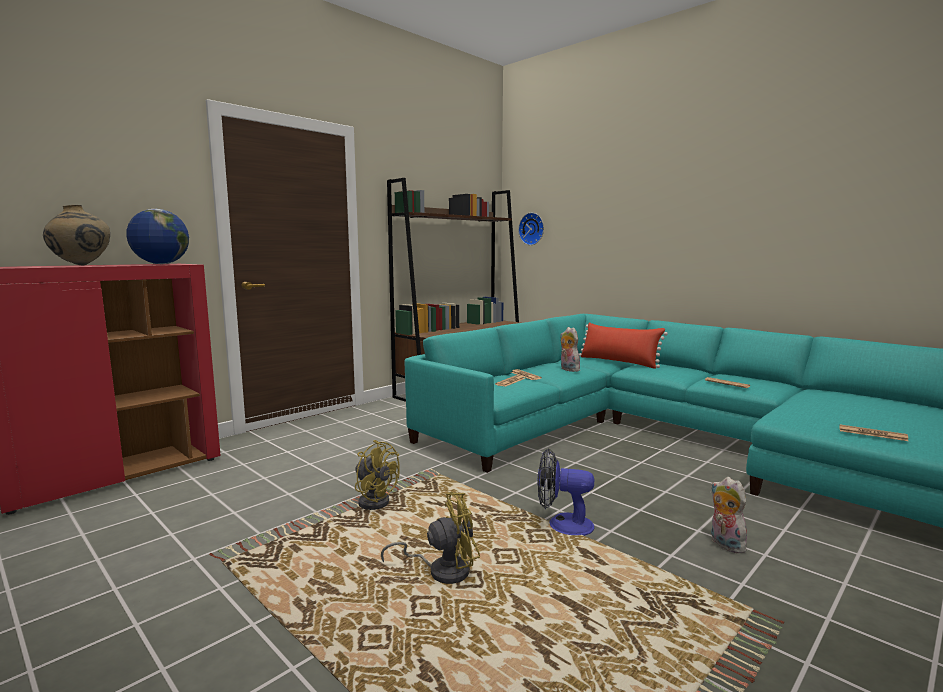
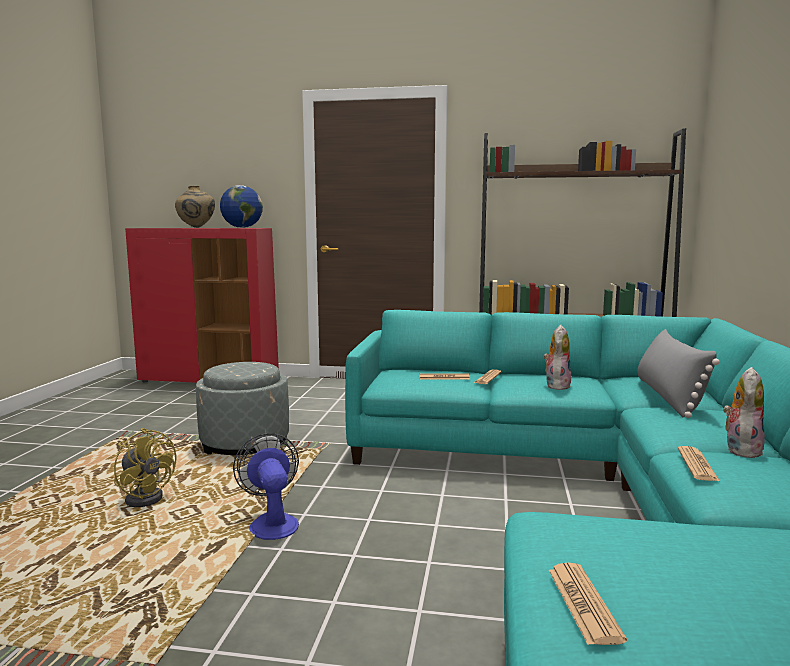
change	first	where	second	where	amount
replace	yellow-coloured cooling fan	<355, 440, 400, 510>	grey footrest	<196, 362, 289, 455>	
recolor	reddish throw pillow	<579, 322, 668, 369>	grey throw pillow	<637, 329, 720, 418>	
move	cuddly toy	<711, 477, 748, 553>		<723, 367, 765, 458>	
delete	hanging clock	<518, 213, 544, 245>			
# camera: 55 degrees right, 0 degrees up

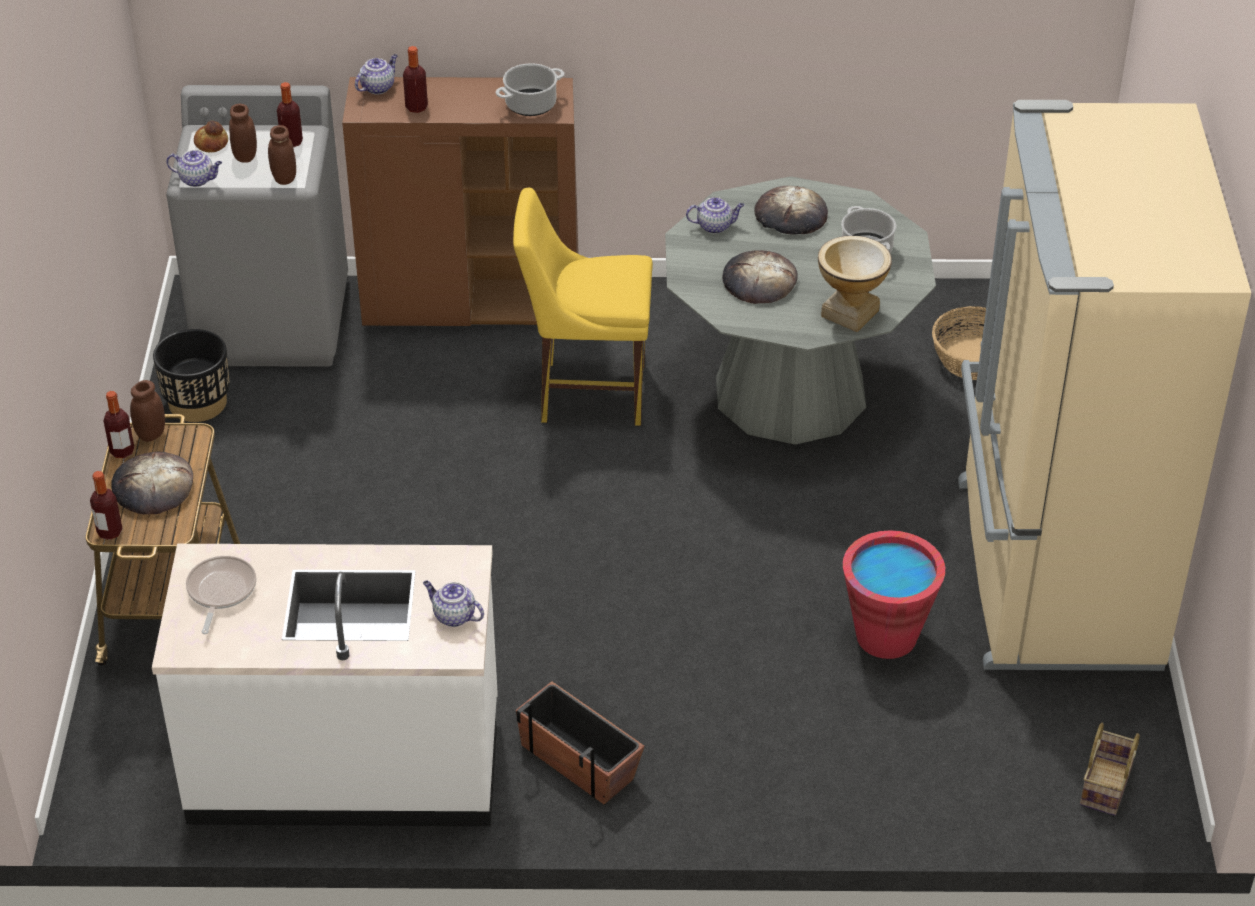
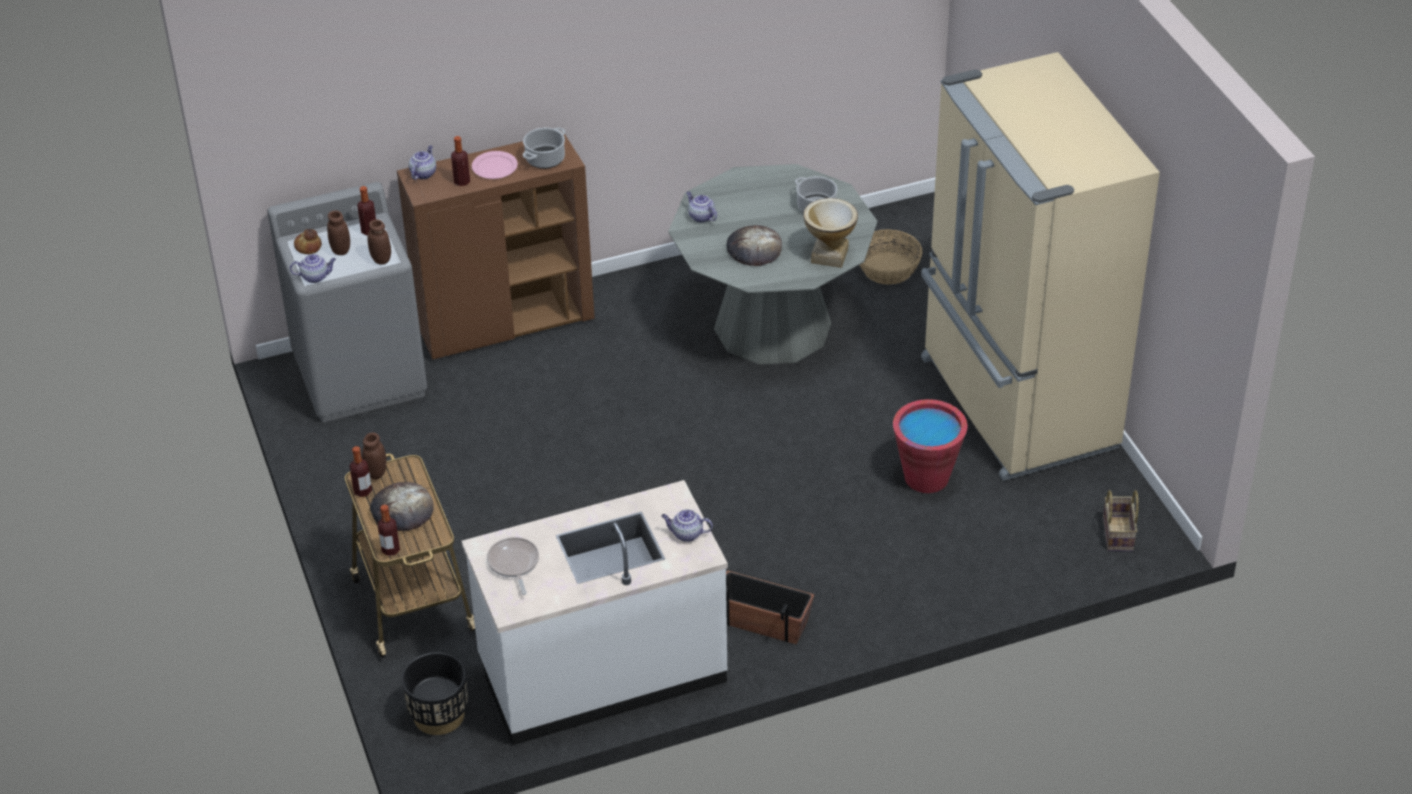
change	first	where	second	where	amount
move	blackish planter	<153, 329, 230, 422>		<401, 652, 468, 735>	
insert			pink-coloured dinner plate	<472, 151, 518, 179>	
rotate	pot for tea	<686, 197, 744, 234>		<686, 192, 717, 223>	105 degrees counterclockwise
delete	yellow-coloured plain chair	<513, 188, 653, 426>			
delete	baked bread	<754, 186, 828, 235>			
# camera: 20 degrees left, 0 degrees up

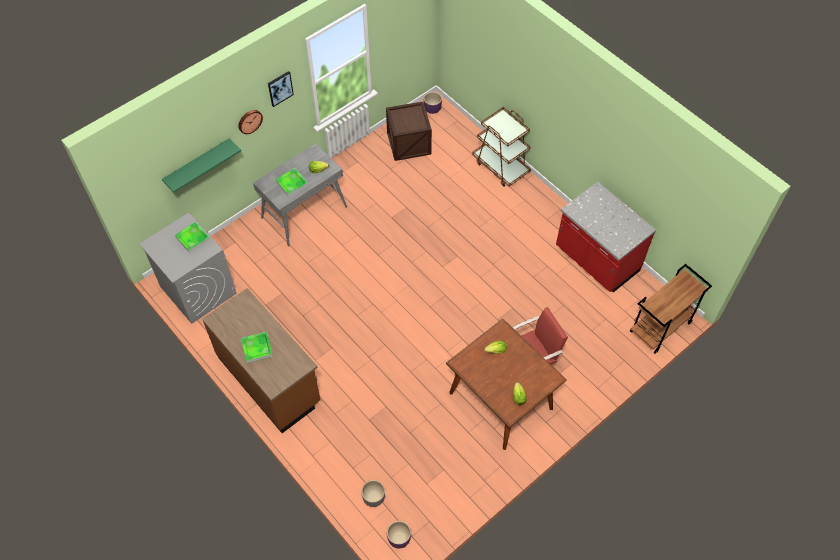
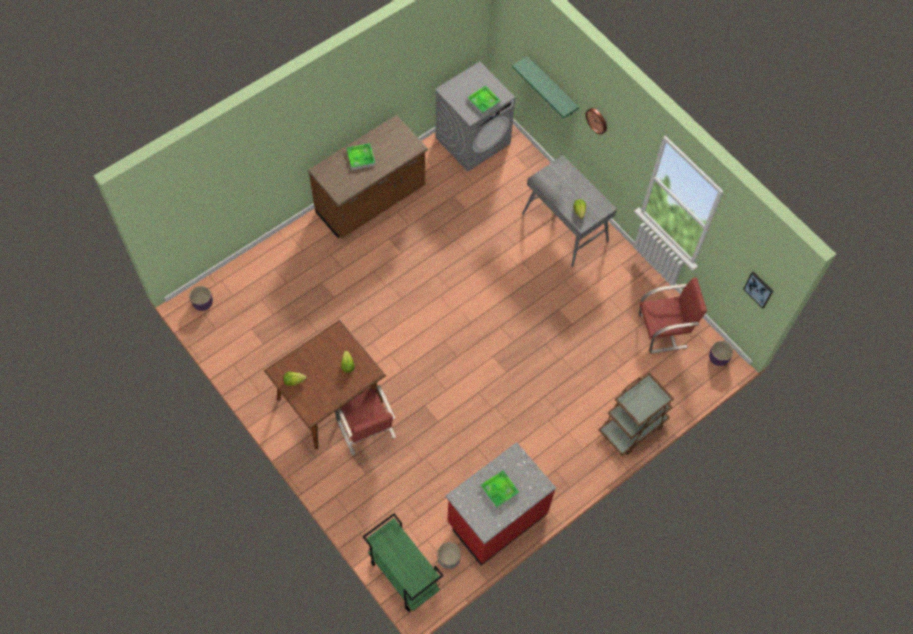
change	first	where	second	where	amount
recolor	brownish cart	<630, 264, 712, 354>	greenish cart	<362, 513, 444, 612>	
move	grey planter	<361, 480, 385, 507>		<437, 542, 461, 569>	
move	carrying tray	<276, 168, 308, 197>		<480, 471, 519, 509>	
replace	crate	<386, 102, 432, 161>	reddish plain chair	<639, 278, 707, 354>	
move	picture	<268, 71, 294, 107>		<743, 271, 773, 309>	
# camera: 90 degrees right, 5 degrees up

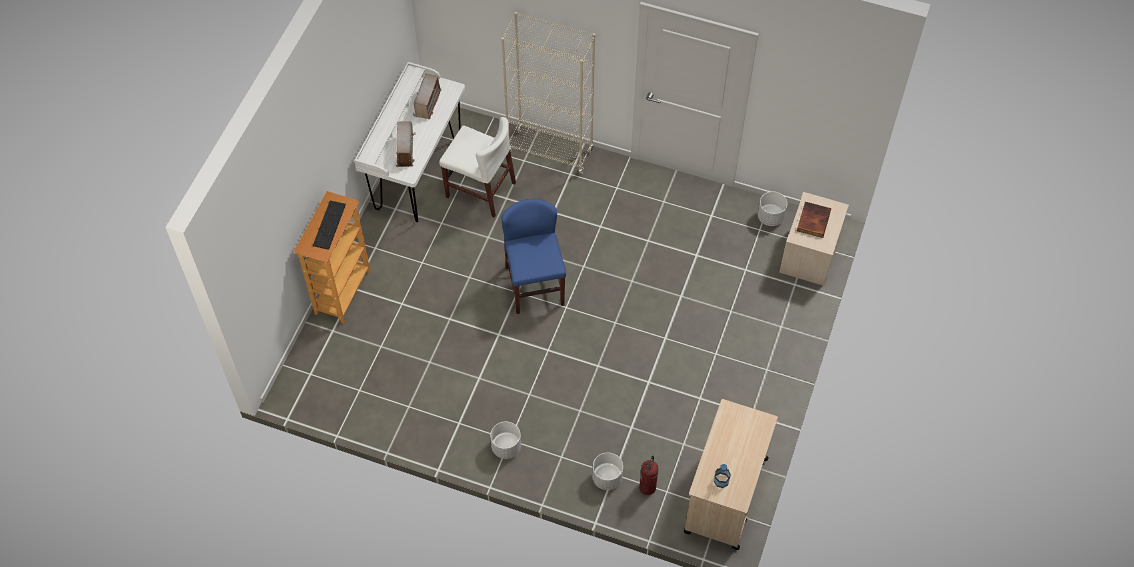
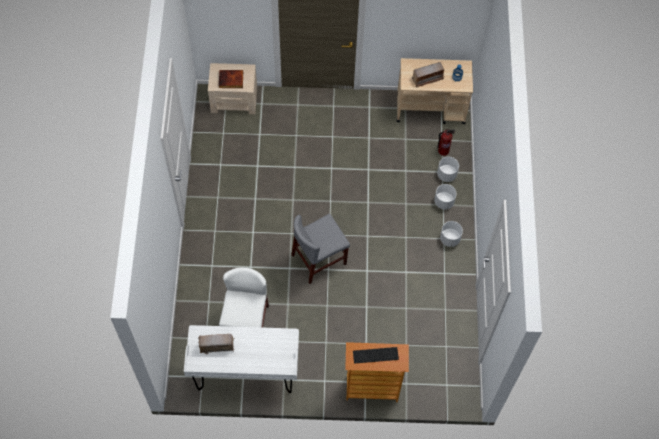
change	first	where	second	where	amount
recolor	blue-coloured plain chair	<502, 199, 566, 314>	grey plain chair	<291, 214, 350, 284>	
move	radio set	<396, 121, 416, 168>		<412, 62, 444, 87>	
move	white planter	<758, 192, 787, 226>		<434, 184, 456, 210>	
delete	sand-coloured bookshelf	<501, 12, 595, 174>			
# camera: 110 degrees left, 5 degrees up

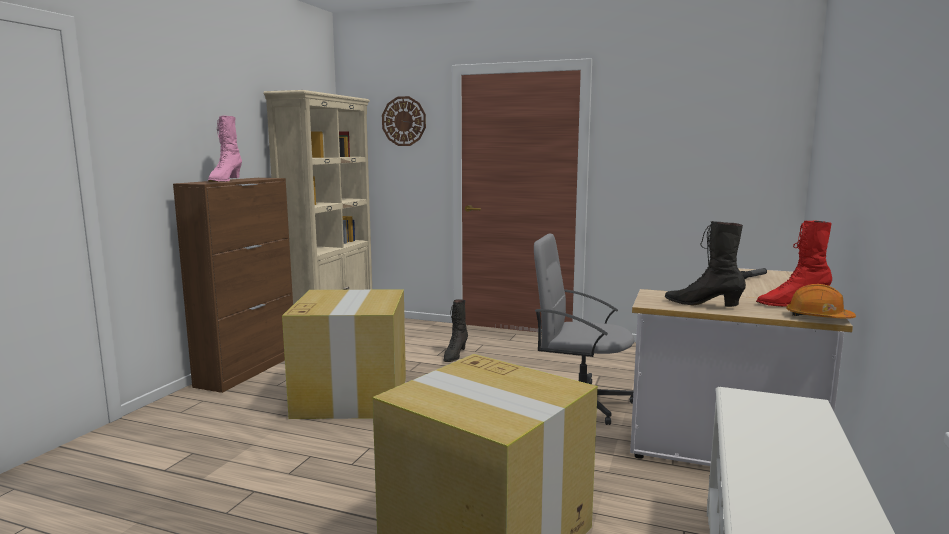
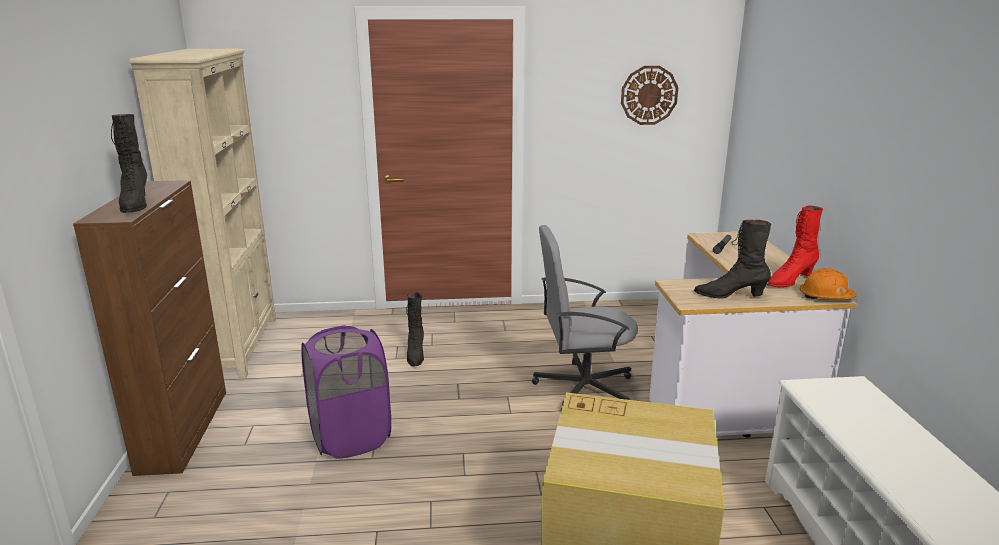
change	first	where	second	where	amount
recolor	pink-coloured high-top boot	<208, 115, 242, 182>	blackish high-top boot	<111, 114, 147, 213>	
replace	carton	<282, 289, 406, 419>	purple washing basket	<301, 325, 391, 459>	
move	hanging clock	<382, 96, 426, 146>		<621, 66, 679, 125>	
# camera: 25 degrees left, 10 degrees up

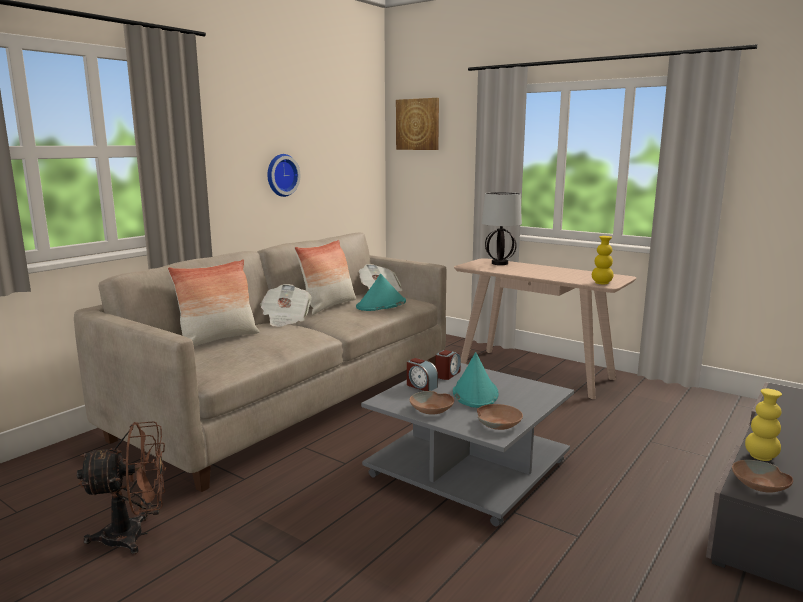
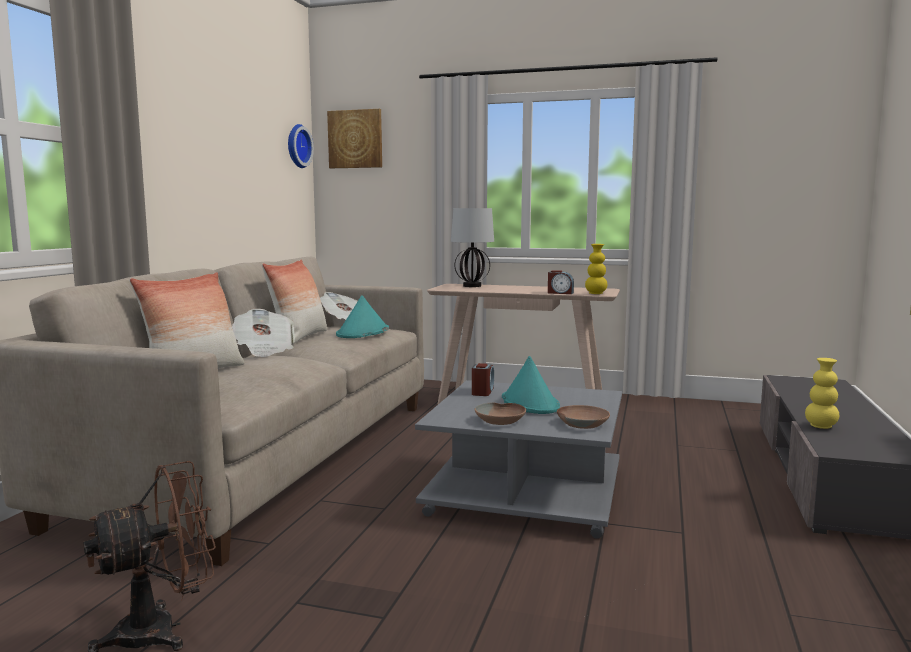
change	first	where	second	where	amount
move	hanging clock	<268, 154, 300, 197>		<288, 124, 314, 168>	
move	table clock	<407, 358, 438, 391>		<548, 270, 574, 294>	
delete	brownish deep dish	<732, 460, 793, 493>			
# camera: 20 degrees left, 5 degrees down

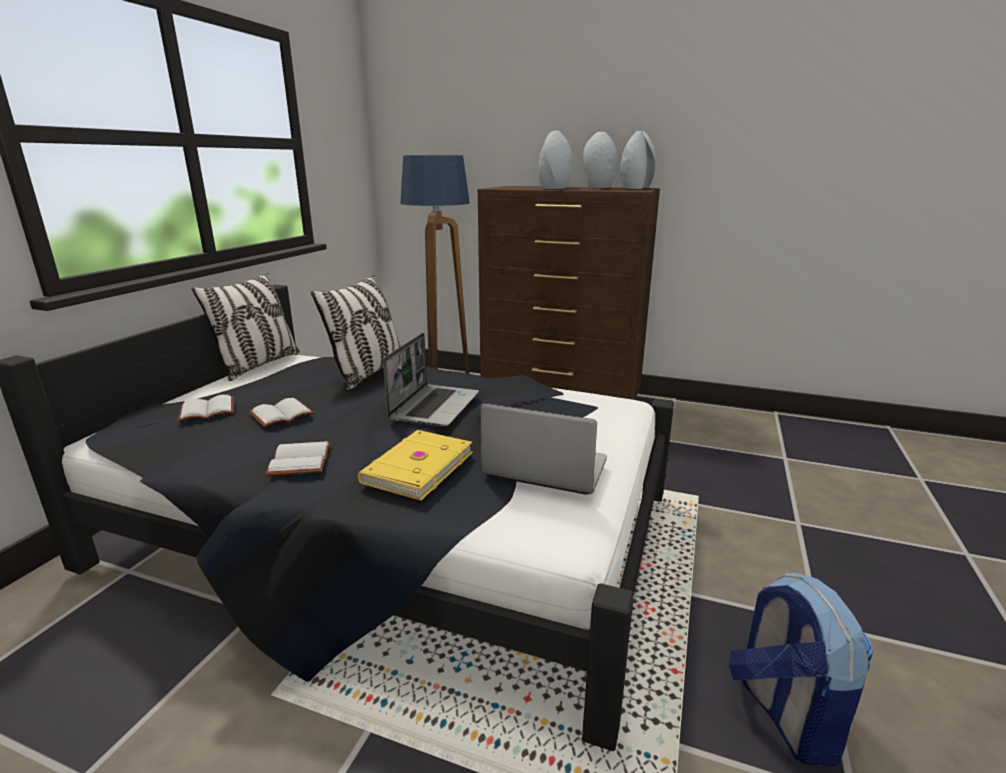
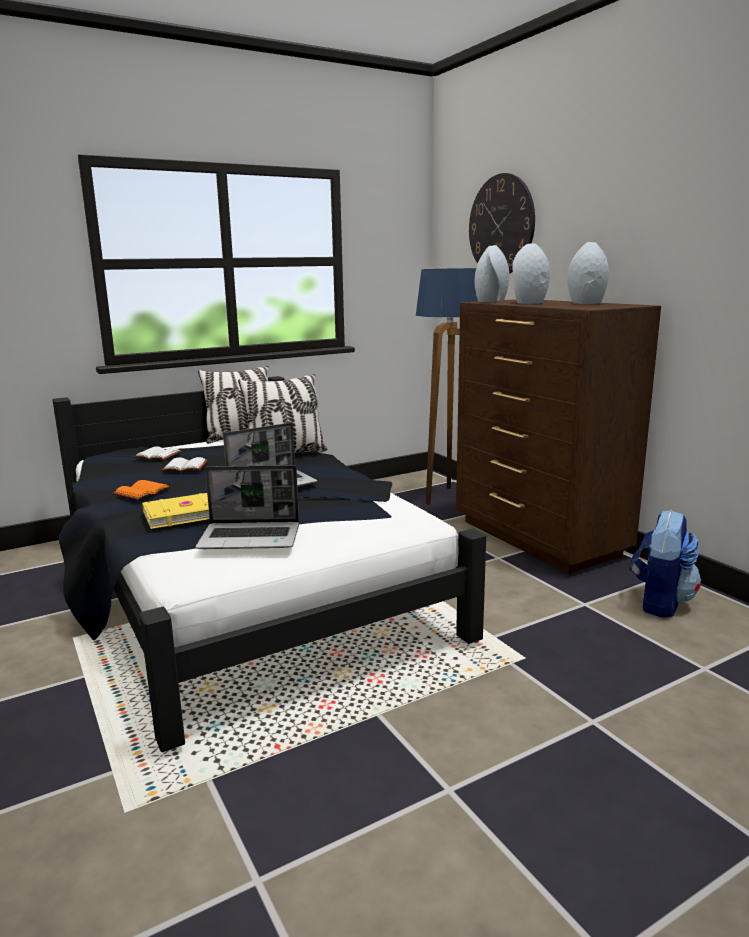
change	first	where	second	where	amount
recolor	white book	<266, 441, 331, 476>	orangey book	<113, 480, 171, 500>	
rotate	laptop	<480, 403, 607, 495>		<195, 465, 299, 549>	120 degrees clockwise
insert			hanging clock	<469, 173, 535, 274>	
move	grey decorative vase	<620, 131, 656, 189>		<475, 245, 509, 302>	
move	rucksack	<729, 573, 873, 766>		<630, 510, 701, 618>	
# camera: 40 degrees right, 5 degrees down

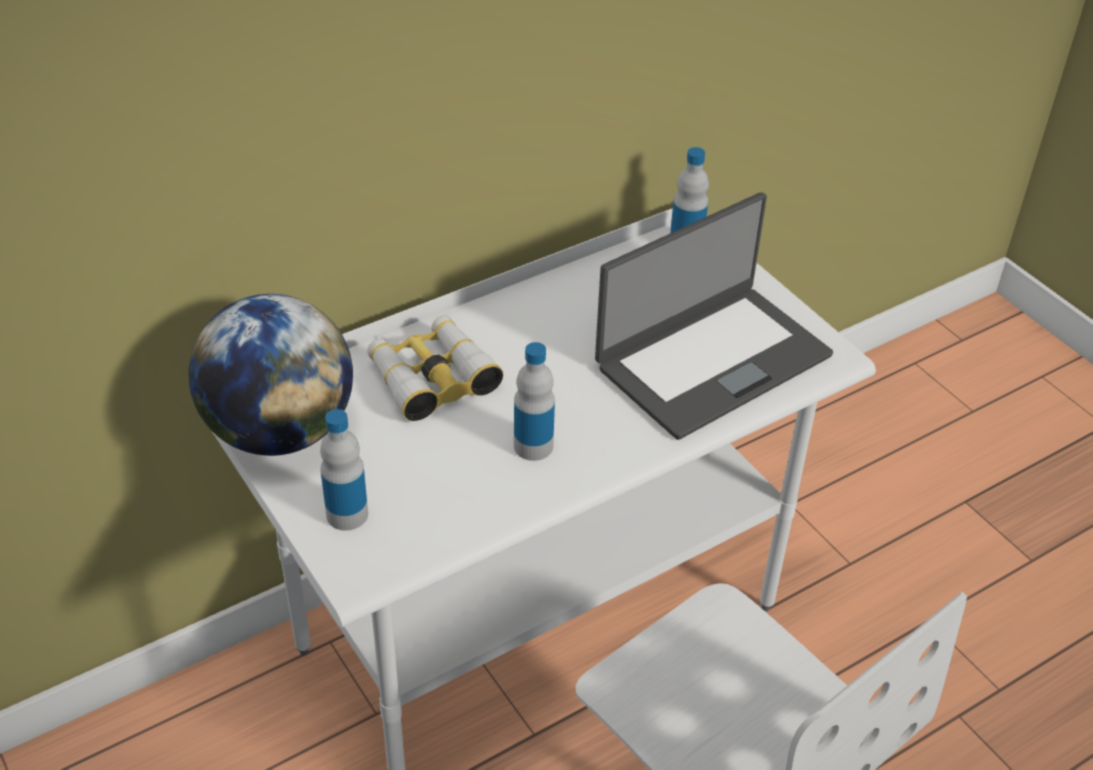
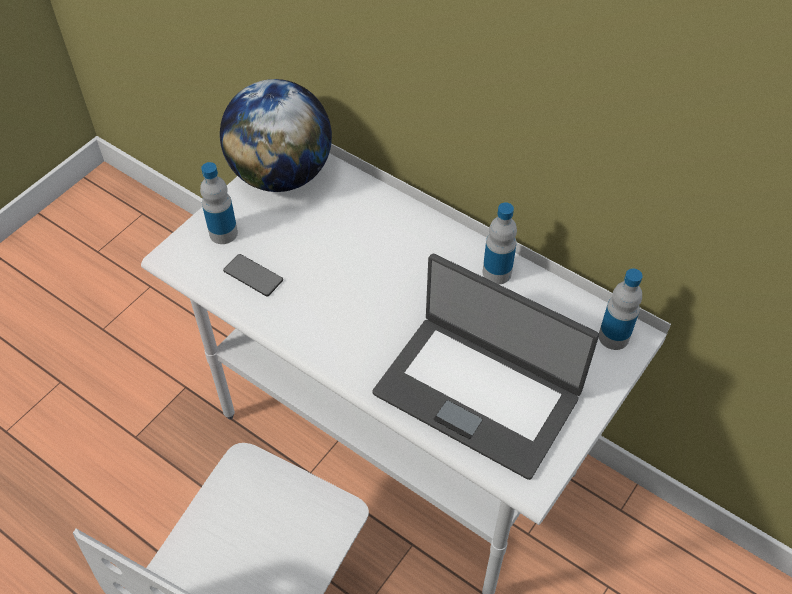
change	first	where	second	where	amount
insert			phone	<223, 254, 283, 297>	
move	beverage bottle	<514, 342, 555, 461>		<483, 202, 517, 284>	
delete	binoculars	<367, 316, 504, 421>			
# camera: 70 degrees right, 10 degrees up

